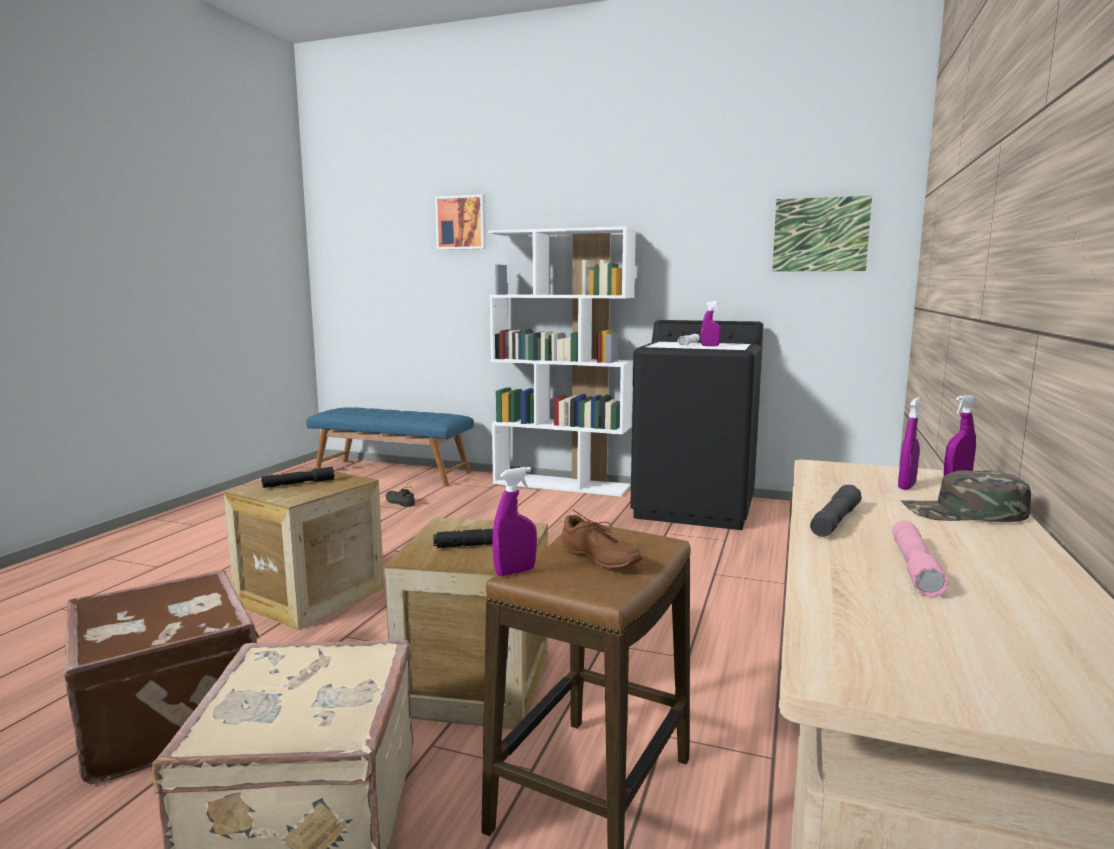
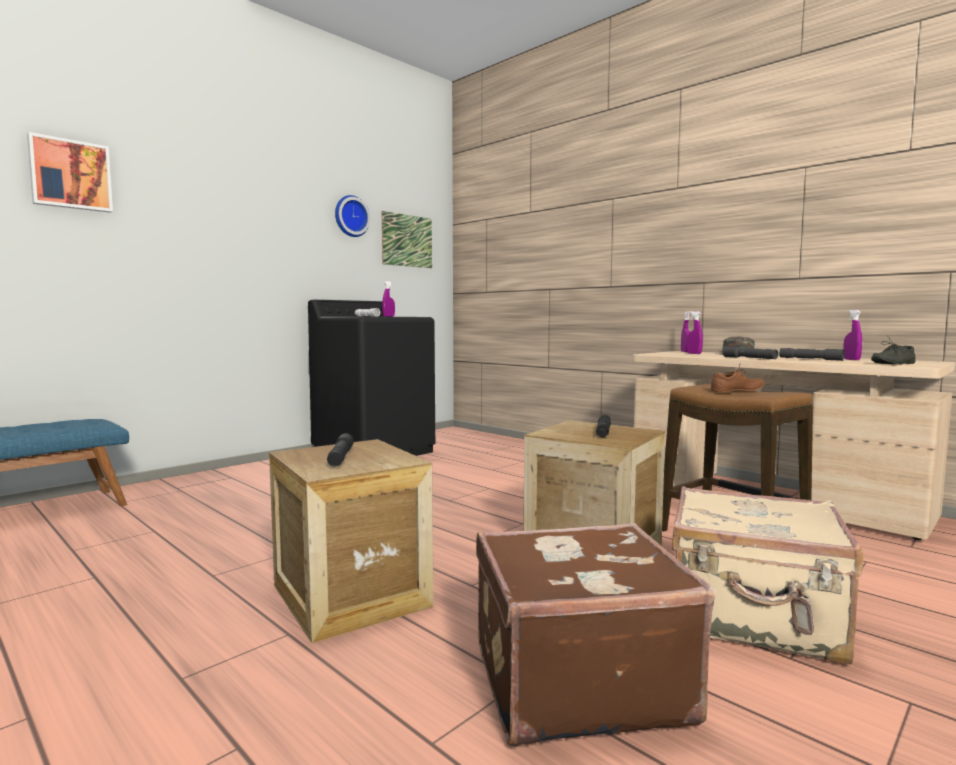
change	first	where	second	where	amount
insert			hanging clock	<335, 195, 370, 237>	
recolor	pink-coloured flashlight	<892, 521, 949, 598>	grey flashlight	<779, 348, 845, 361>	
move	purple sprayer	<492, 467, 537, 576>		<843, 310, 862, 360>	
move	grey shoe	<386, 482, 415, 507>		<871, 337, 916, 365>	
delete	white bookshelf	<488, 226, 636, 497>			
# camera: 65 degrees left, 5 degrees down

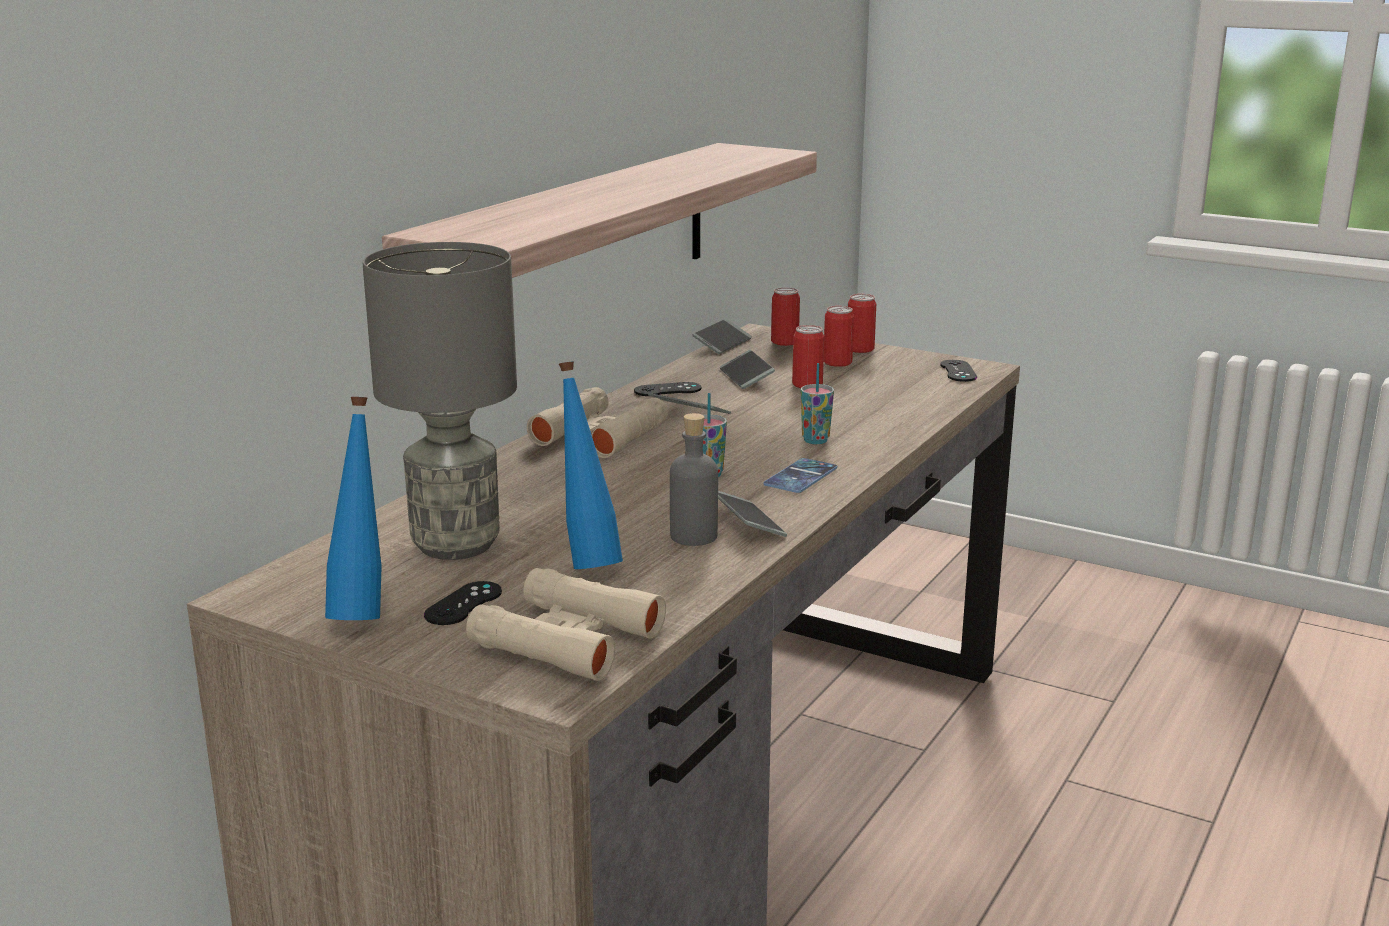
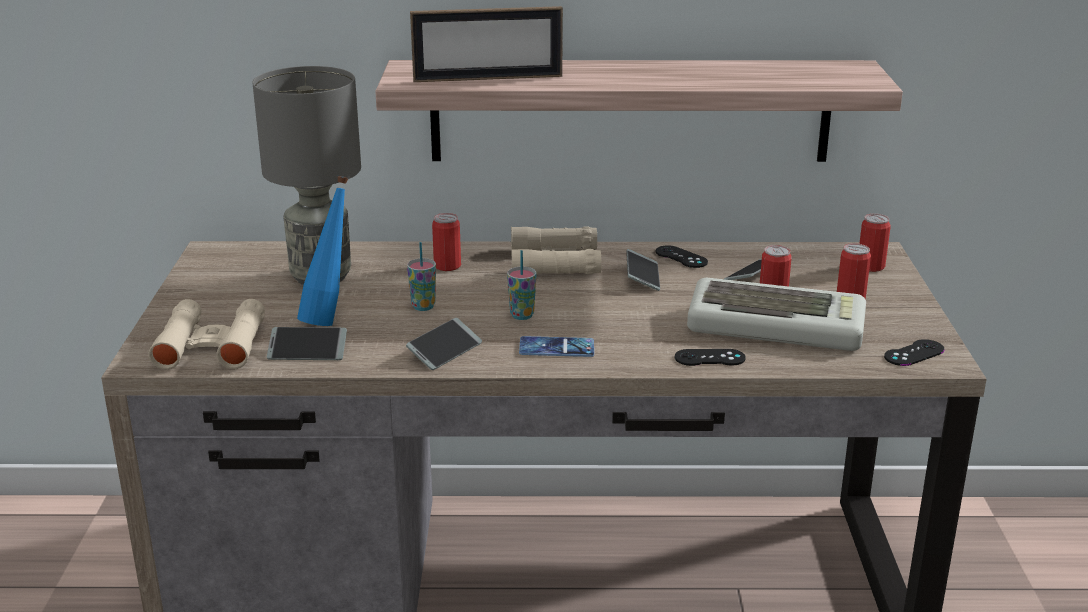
change	first	where	second	where	amount
move	phone	<692, 319, 752, 354>		<267, 327, 347, 360>	
move	drinking cup	<801, 363, 834, 444>		<407, 242, 436, 311>	
insert			photo frame	<410, 6, 563, 82>	
move	can	<848, 294, 876, 353>		<432, 213, 461, 271>	
move	blackish gamepad	<424, 581, 502, 625>		<675, 349, 746, 366>	
insert			PC keyboard	<687, 278, 866, 351>	
delete	blue-coloured beverage bottle	<325, 397, 382, 620>			
delete	grey beverage bottle	<670, 413, 718, 546>			
# camera: 60 degrees right, 5 degrees up

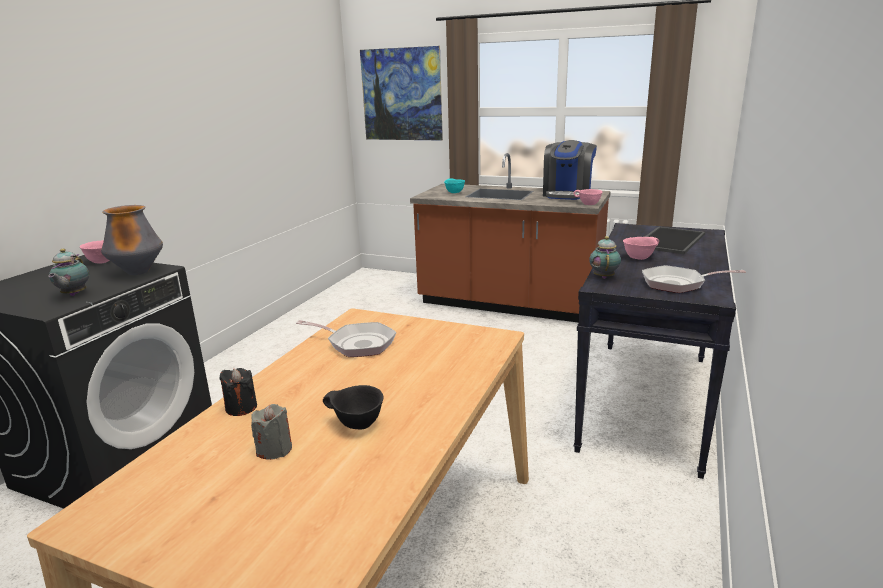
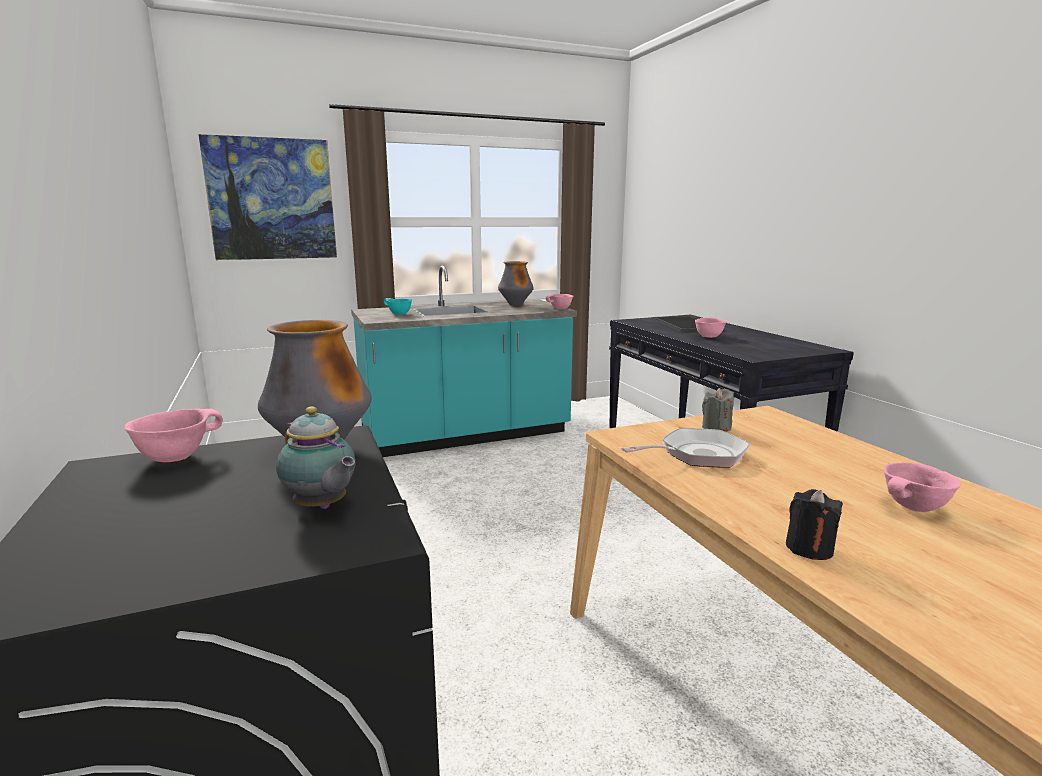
change	first	where	second	where	amount
recolor	brownish kitchen base unit	<410, 153, 611, 322>	blue-green kitchen base unit	<351, 266, 577, 457>	
replace	coffee brewer	<543, 140, 597, 200>	decorative vase	<498, 261, 534, 306>	
move	grey candle	<251, 404, 292, 460>		<702, 388, 734, 432>	
recolor	blackish deep dish	<323, 385, 384, 429>	pink-coloured deep dish	<884, 462, 961, 512>	
delete	pot for tea	<589, 236, 621, 279>			
delete	frying pan	<642, 265, 746, 293>			
# camera: 45 degrees left, 5 degrees down

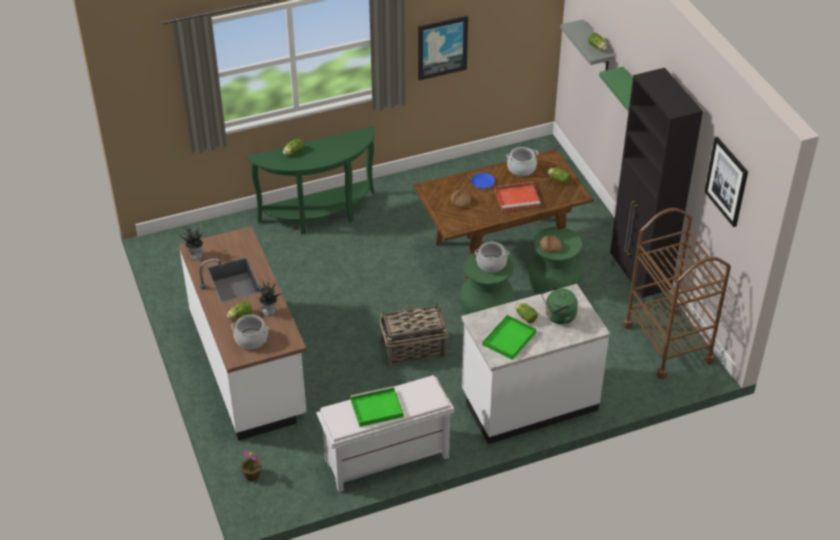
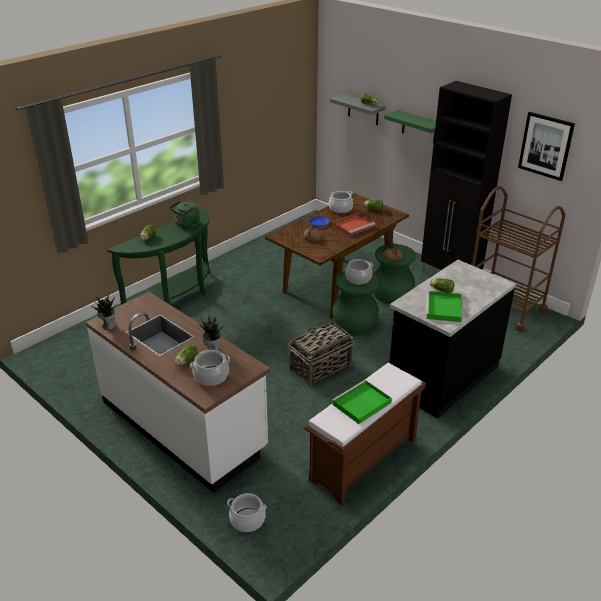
change	first	where	second	where	amount
move	greenish kettle	<541, 286, 578, 324>		<170, 201, 200, 228>	
replace	potted plant	<240, 450, 262, 481>	saucepot	<227, 493, 267, 532>	
recolor	white bench	<316, 375, 454, 492>	brownish bench	<304, 363, 426, 505>	
recolor	white kitchen base unit	<461, 284, 610, 444>	blackish kitchen base unit	<389, 260, 516, 419>	
delete	picture	<418, 16, 468, 80>			
# camera: 25 degrees left, 10 degrees down

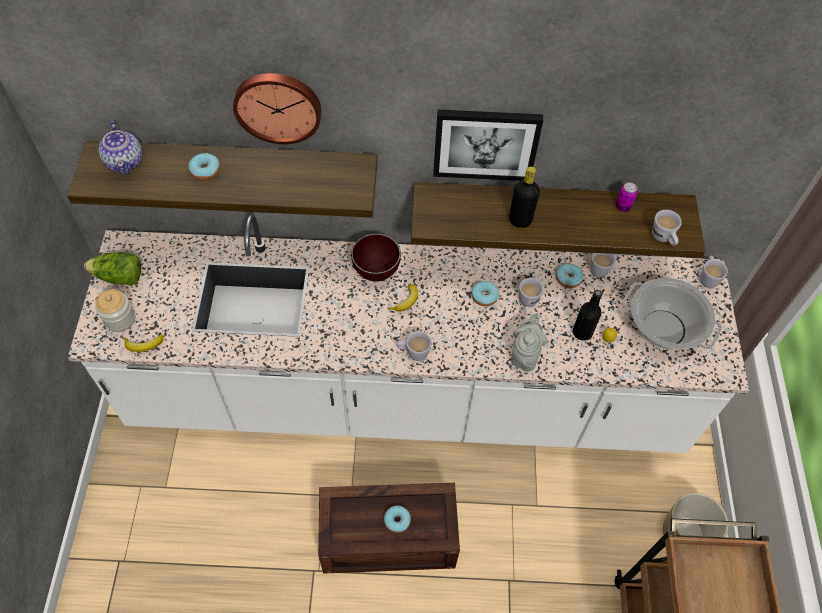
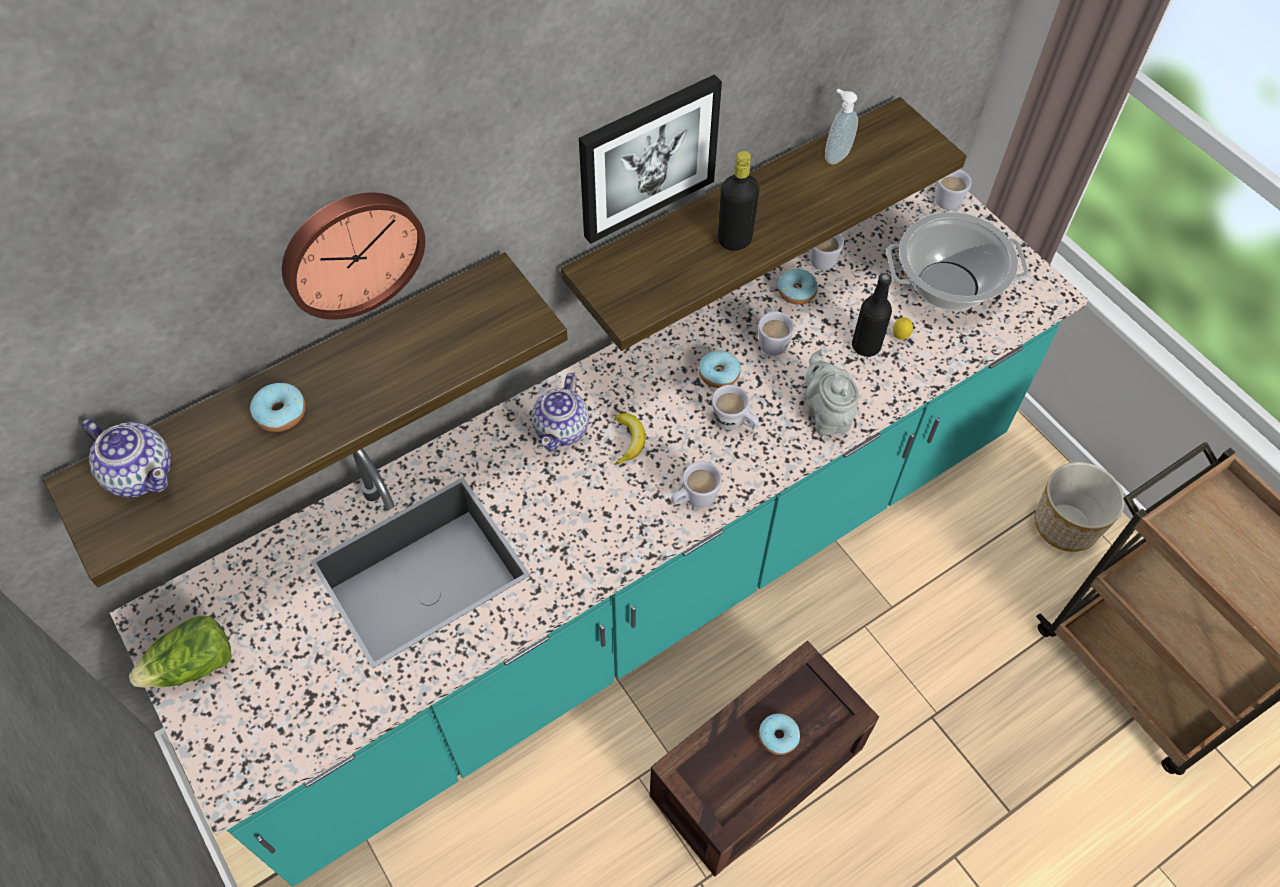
change	first	where	second	where	amount
recolor	white kitchen base unit	<67, 214, 749, 453>	blue-green kitchen base unit	<110, 183, 1088, 887>	
replace	brownish deep dish	<351, 234, 401, 282>	pot for tea	<531, 373, 589, 451>	
move	white coffee mug	<652, 210, 682, 246>		<712, 385, 759, 430>	
replace	can	<616, 182, 638, 212>	liquid soap bottle	<825, 89, 858, 165>	
delete	storage jar	<95, 289, 135, 332>			
delete	banana fruit	<123, 335, 164, 352>			
# camera: 35 degrees left, 0 degrees up

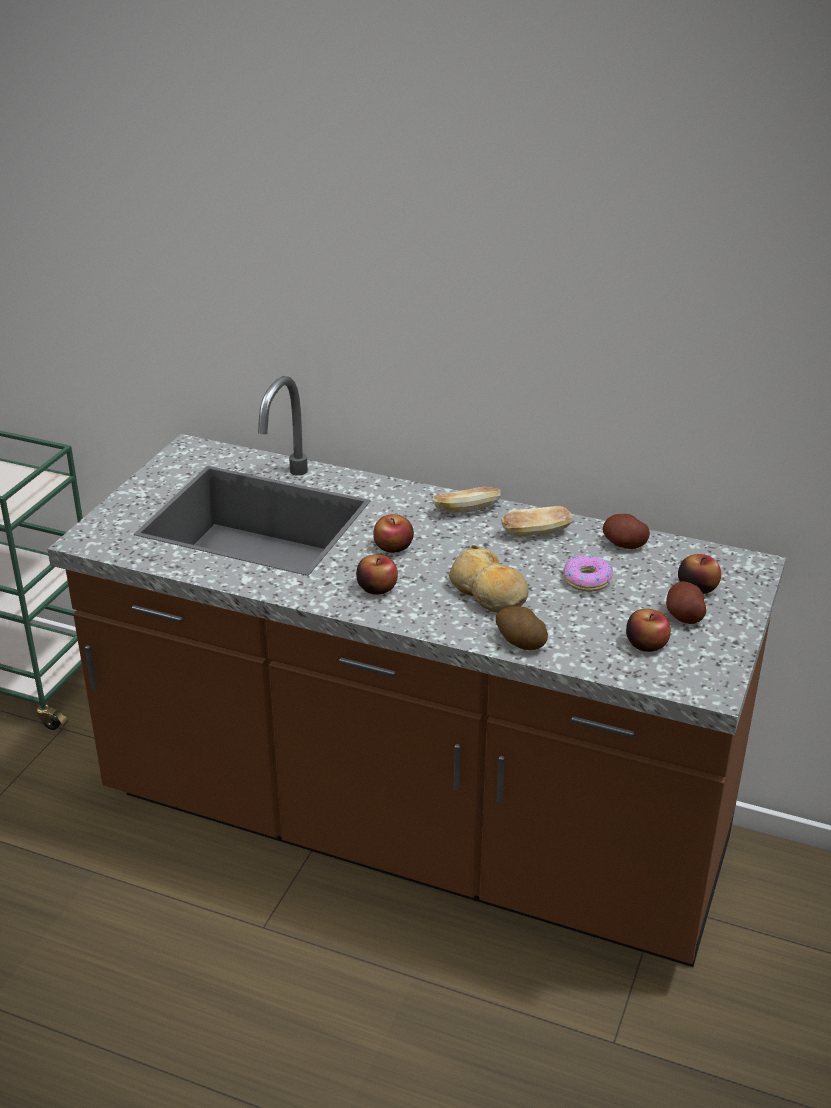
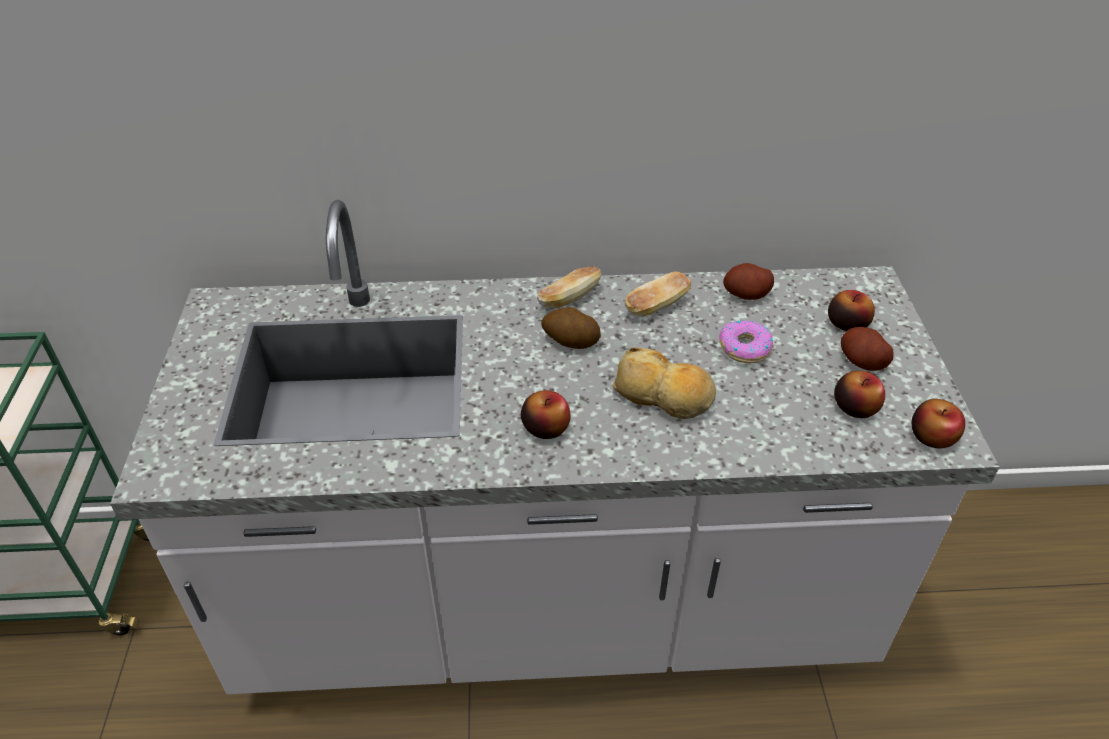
change	first	where	second	where	amount
recolor	brownish kitchen base unit	<47, 376, 786, 967>	white kitchen base unit	<110, 200, 999, 694>	
move	potato	<496, 606, 548, 650>		<541, 307, 601, 349>	
move	apple	<373, 514, 414, 553>		<912, 399, 965, 448>	
# camera: 25 degrees left, 10 degrees up

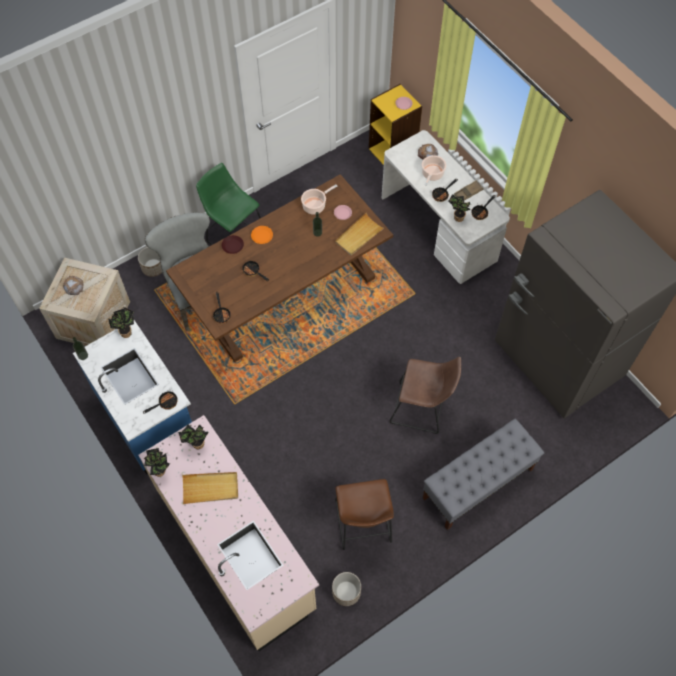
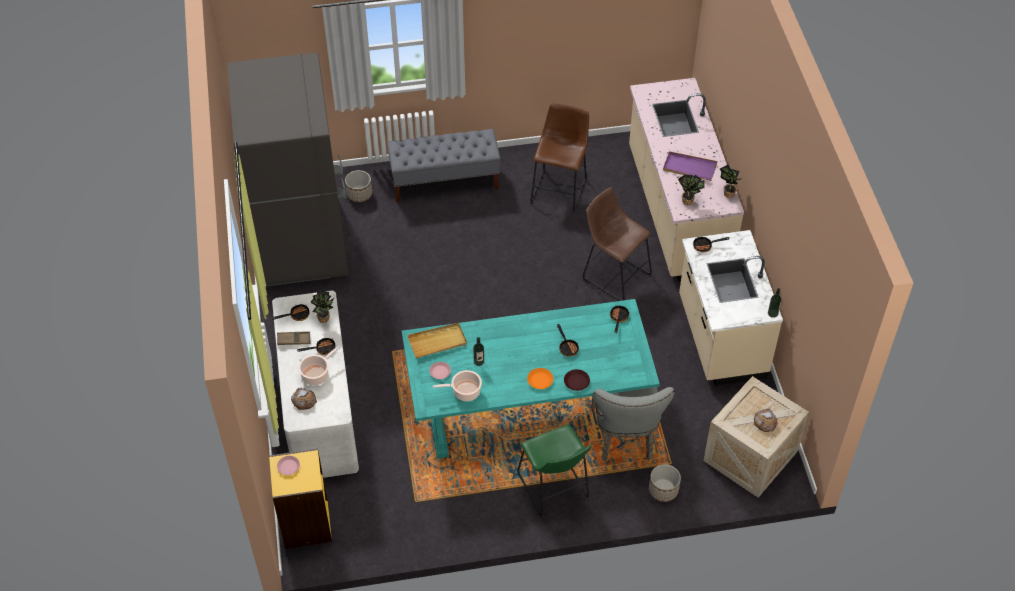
change	first	where	second	where	amount
move	planter	<332, 572, 361, 606>		<345, 170, 372, 202>	
recolor	brownish dining table	<166, 174, 393, 362>	blue-green dining table	<402, 299, 660, 458>	
move	brownish stool	<390, 357, 461, 434>		<583, 187, 652, 301>	
recolor	sand-coloured carrying tray	<182, 472, 238, 504>	purple carrying tray	<663, 152, 718, 181>	
recolor	blue-coloured kitchen base unit	<73, 320, 192, 474>	sand-coloured kitchen base unit	<679, 230, 783, 386>	
delete	potted plant	<108, 307, 134, 338>			
# camera: 155 degrees left, 10 degrees down

